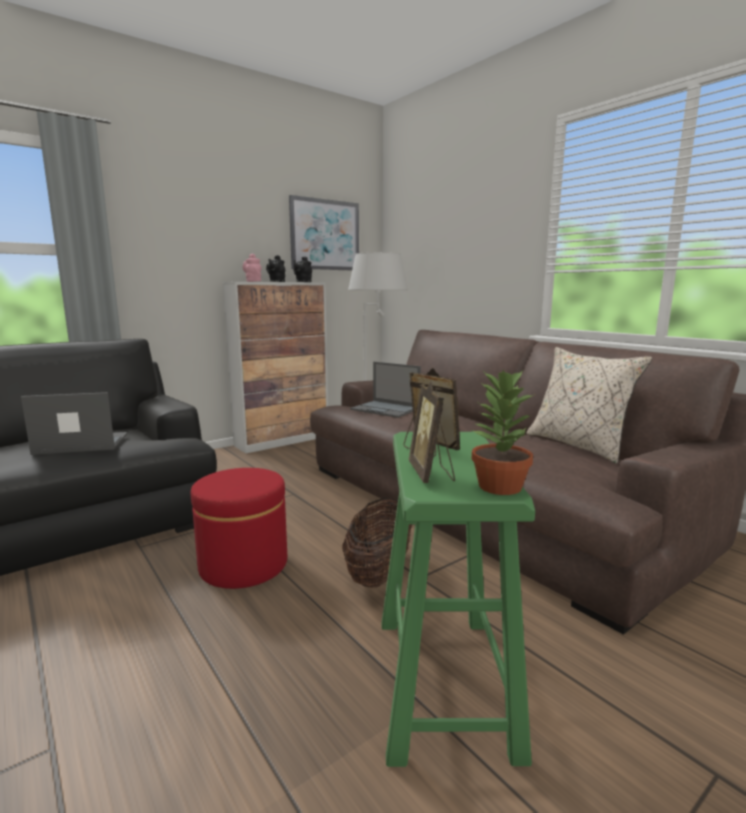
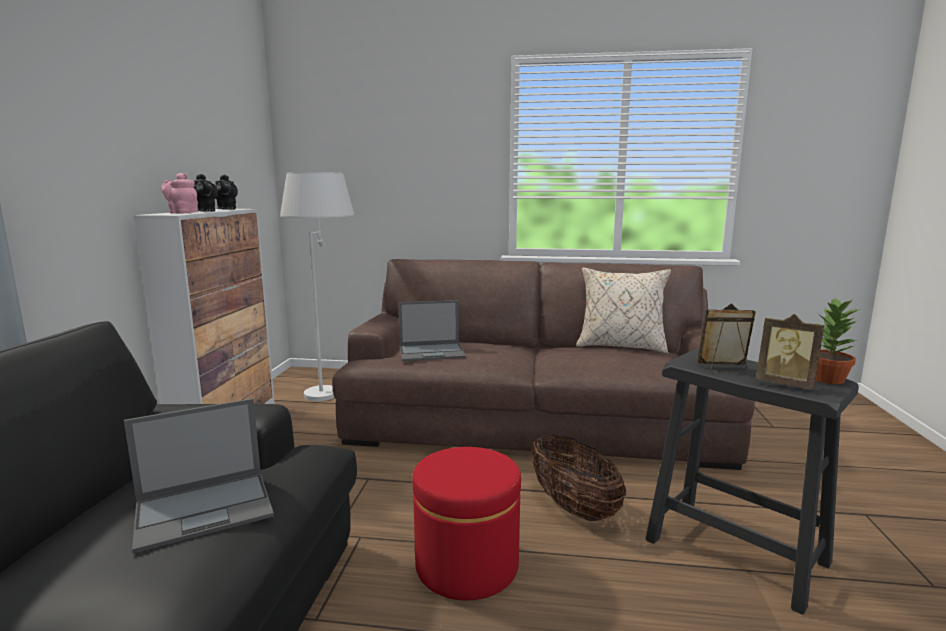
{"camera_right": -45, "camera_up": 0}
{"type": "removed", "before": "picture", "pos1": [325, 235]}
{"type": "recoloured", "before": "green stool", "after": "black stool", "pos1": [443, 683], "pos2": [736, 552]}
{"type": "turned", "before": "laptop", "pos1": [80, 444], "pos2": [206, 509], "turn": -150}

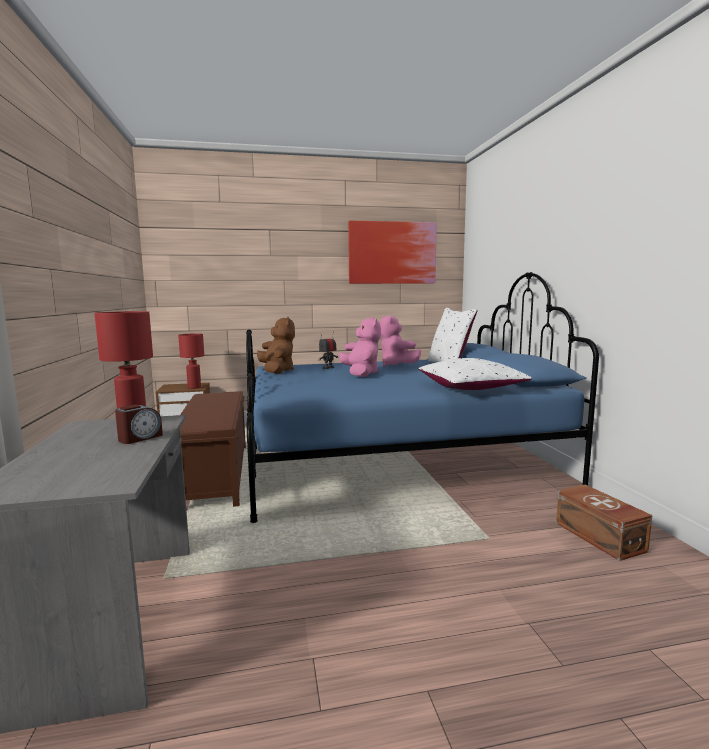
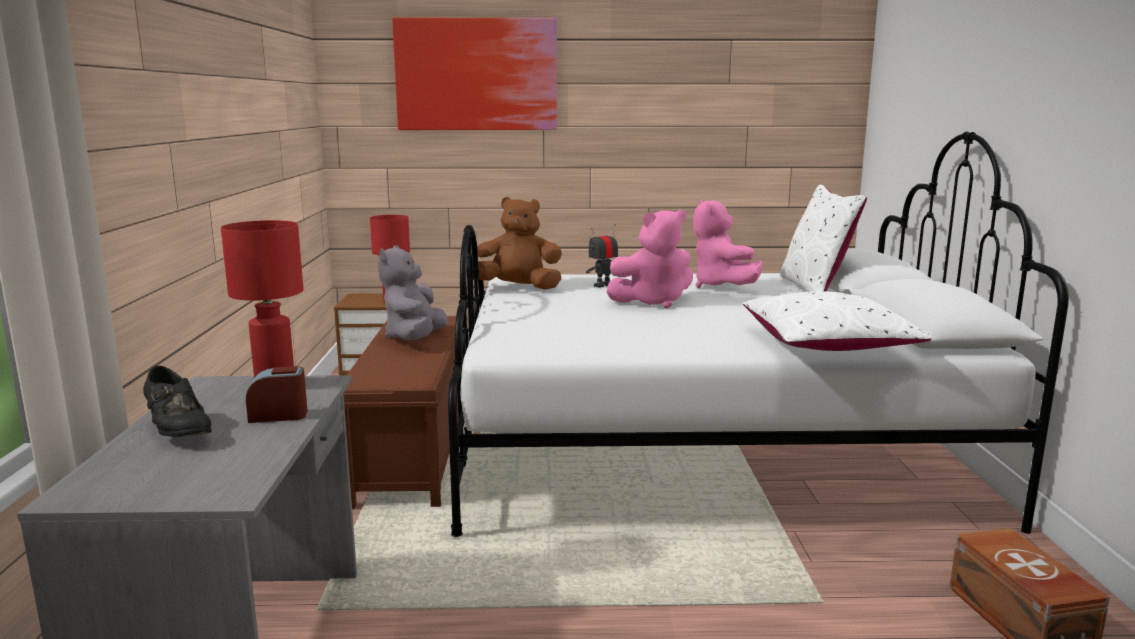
{"camera_right": 10, "camera_up": 5}
{"type": "added", "after": "black shoe", "pos2": [178, 432]}
{"type": "added", "after": "grey plush toy", "pos2": [415, 338]}
{"type": "moved", "before": "picture", "pos1": [392, 253], "pos2": [476, 75]}
{"type": "recoloured", "before": "blue bed", "after": "white bed", "pos1": [395, 460], "pos2": [704, 448]}
{"type": "turned", "before": "alarm clock", "pos1": [140, 438], "pos2": [279, 415], "turn": -150}
{"type": "turned", "before": "brown plush toy", "pos1": [277, 371], "pos2": [518, 288], "turn": -75}
{"type": "turned", "before": "pink plush toy", "pos1": [361, 374], "pos2": [653, 302], "turn": 75}

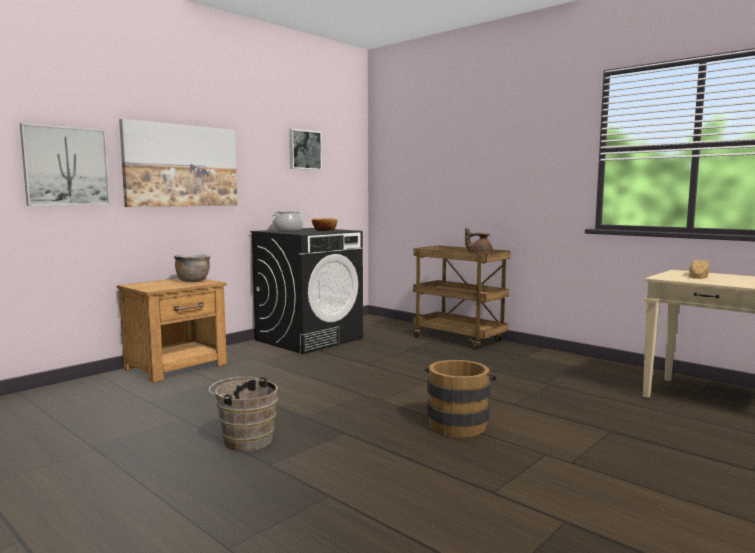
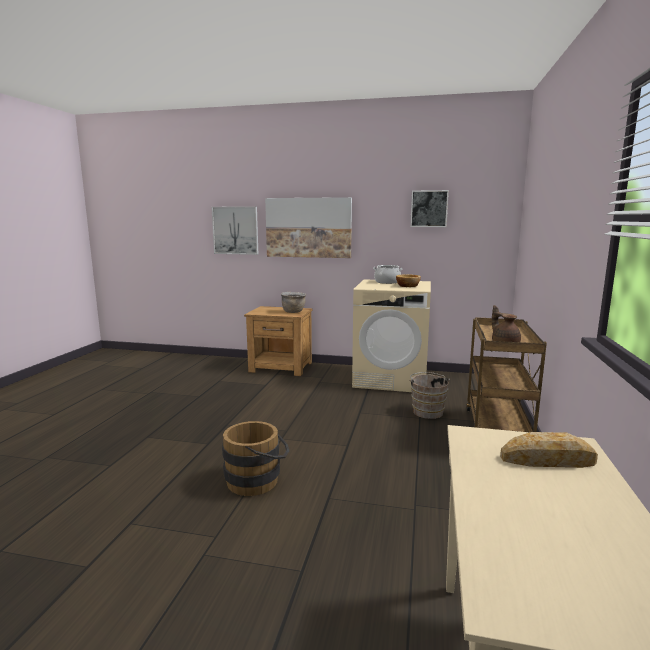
{"camera_right": 60, "camera_up": 5}
{"type": "moved", "before": "brown bucket", "pos1": [245, 440], "pos2": [427, 411]}
{"type": "recoloured", "before": "black washing machine", "after": "beige washing machine", "pos1": [309, 339], "pos2": [391, 379]}

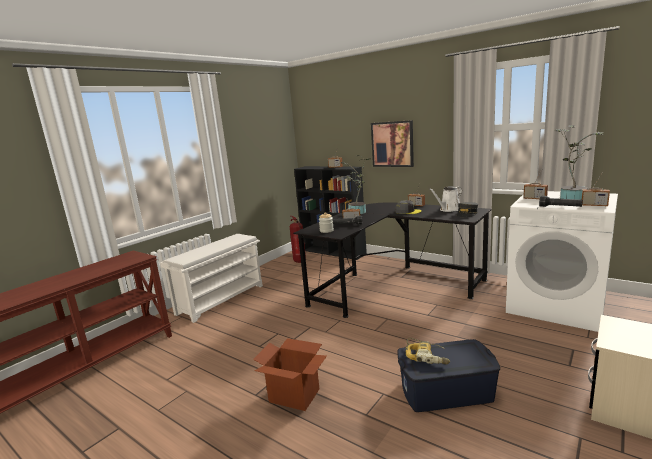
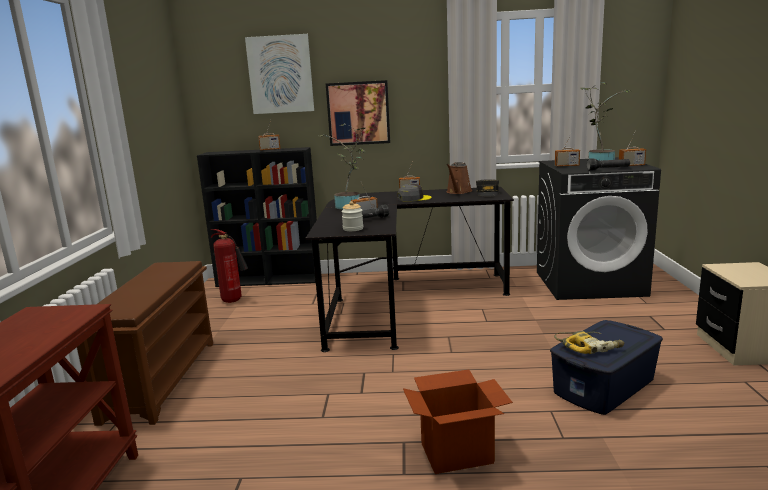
{"camera_right": -35, "camera_up": 0}
{"type": "added", "after": "picture", "pos2": [280, 74]}
{"type": "recoloured", "before": "white shoe rack", "after": "brown shoe rack", "pos1": [221, 299], "pos2": [161, 378]}
{"type": "recoloured", "before": "white watering can", "after": "brown watering can", "pos1": [448, 210], "pos2": [458, 192]}
{"type": "recoloured", "before": "white washing machine", "after": "black washing machine", "pos1": [557, 305], "pos2": [589, 283]}

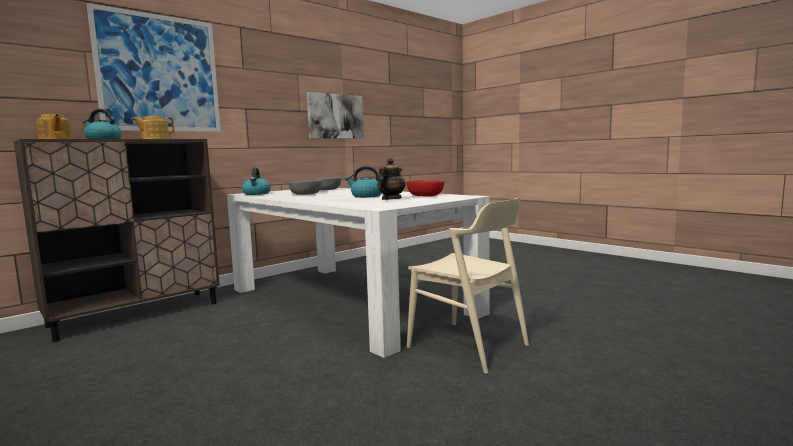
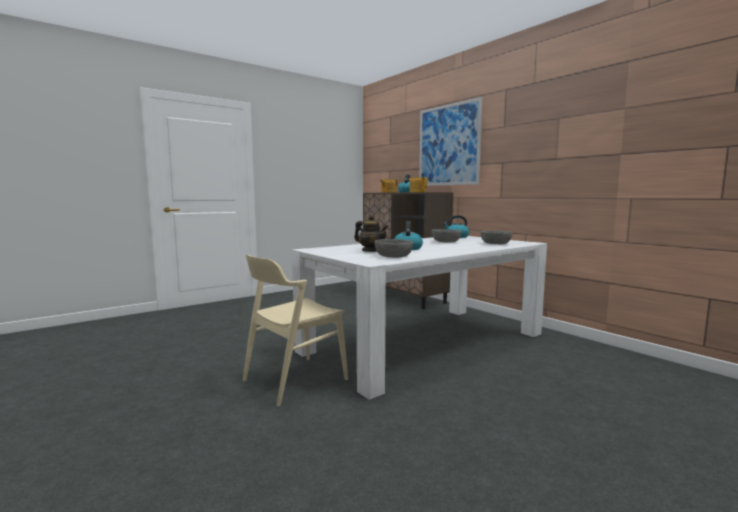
{"camera_right": 95, "camera_up": 0}
{"type": "removed", "before": "picture", "pos1": [335, 116]}
{"type": "recoloured", "before": "red bowl", "after": "grey bowl", "pos1": [425, 196], "pos2": [394, 256]}

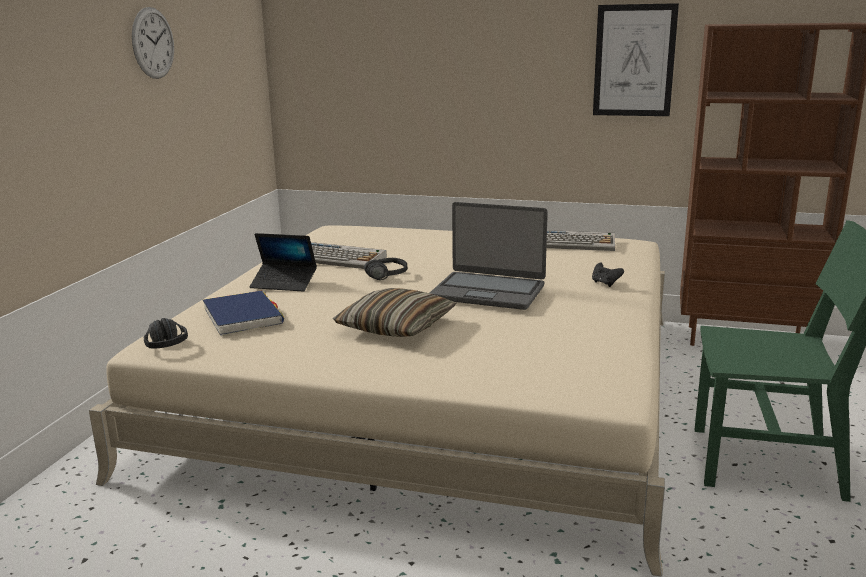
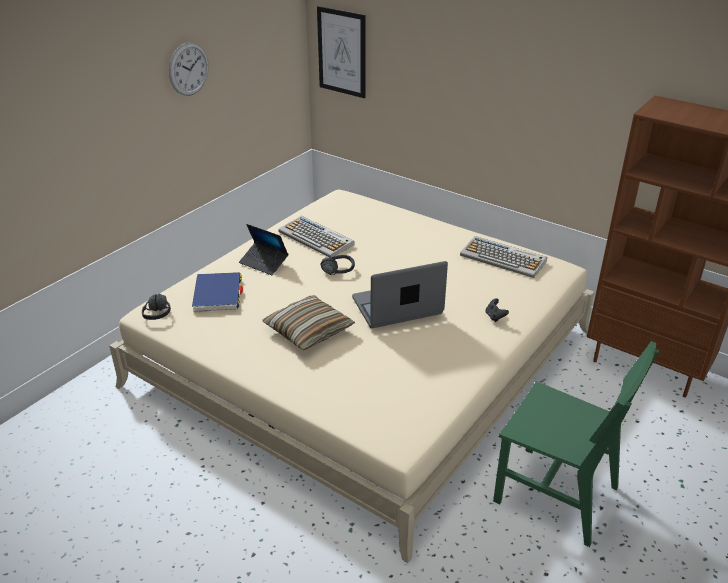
{"camera_right": 20, "camera_up": 15}
{"type": "moved", "before": "picture", "pos1": [634, 61], "pos2": [342, 52]}
{"type": "turned", "before": "laptop", "pos1": [488, 292], "pos2": [397, 307], "turn": 120}

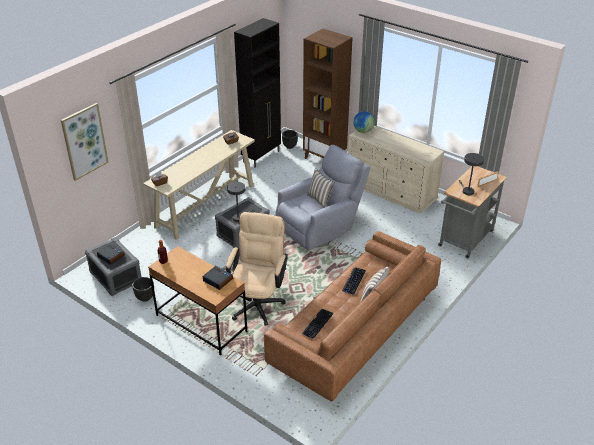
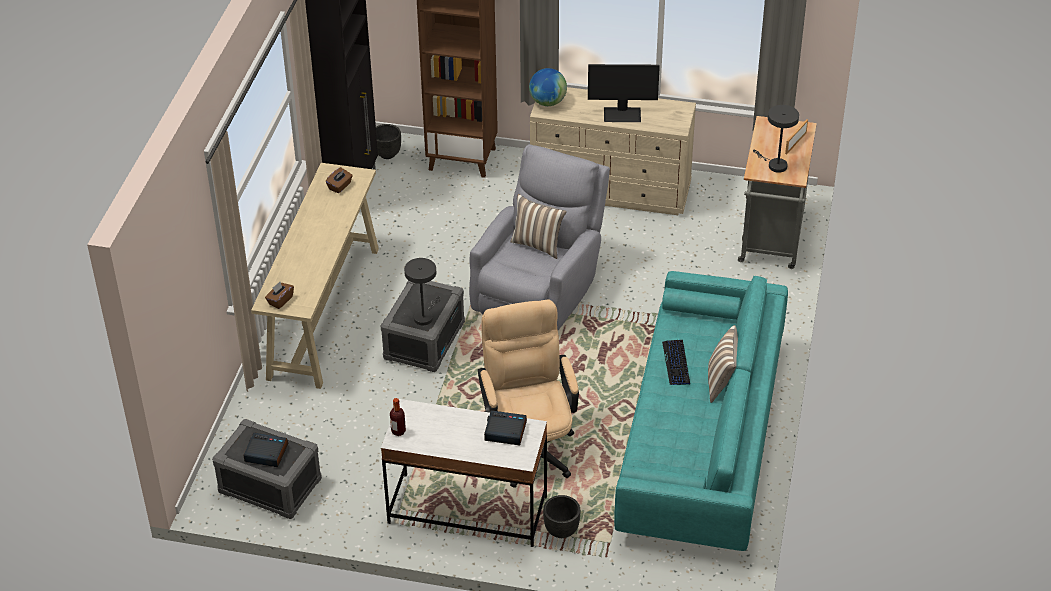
{"camera_right": -25, "camera_up": 5}
{"type": "removed", "before": "picture", "pos1": [84, 141]}
{"type": "removed", "before": "keyboard", "pos1": [317, 324]}
{"type": "added", "after": "monitor", "pos2": [622, 114]}
{"type": "moved", "before": "black planter", "pos1": [145, 297], "pos2": [561, 531]}
{"type": "recoloured", "before": "brown desk", "after": "white desk", "pos1": [201, 323], "pos2": [467, 510]}
{"type": "recoloured", "before": "brown sofa", "after": "turquoise sofa", "pos1": [354, 330], "pos2": [700, 438]}

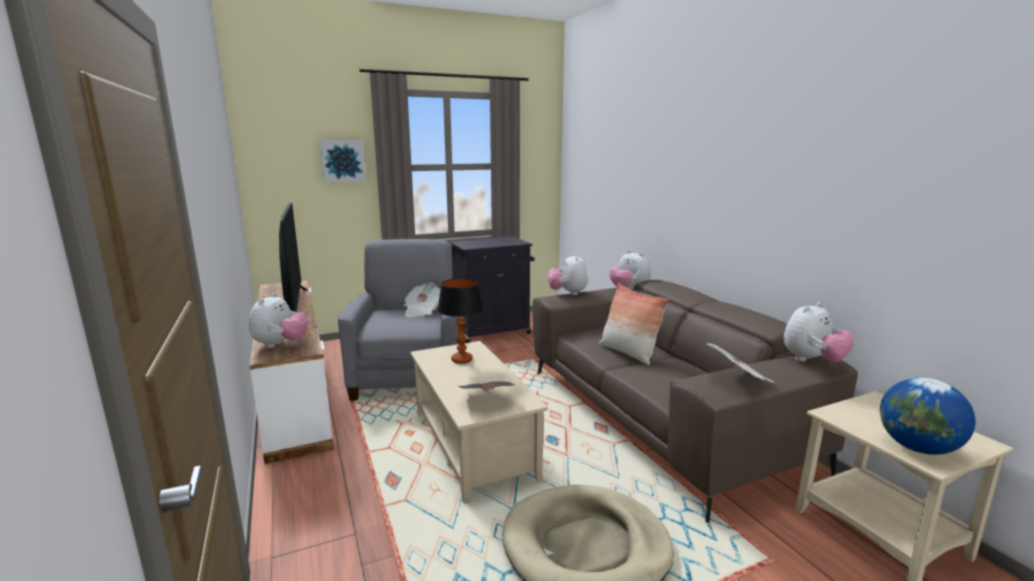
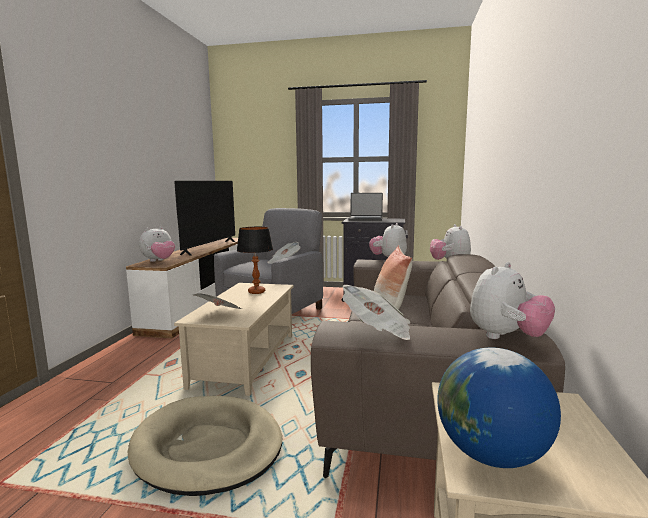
{"camera_right": 35, "camera_up": -5}
{"type": "removed", "before": "picture", "pos1": [343, 161]}
{"type": "added", "after": "laptop", "pos2": [365, 219]}
{"type": "turned", "before": "plush toy", "pos1": [812, 361], "pos2": [506, 337], "turn": -45}

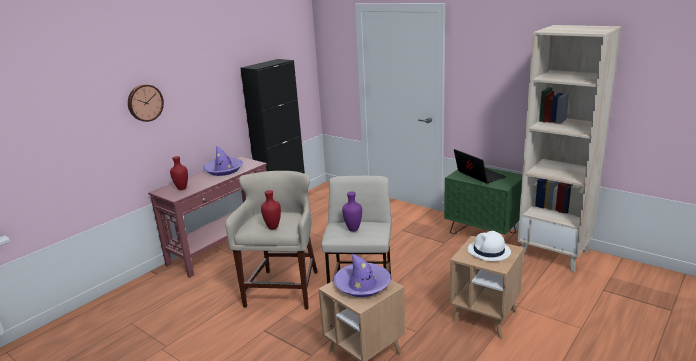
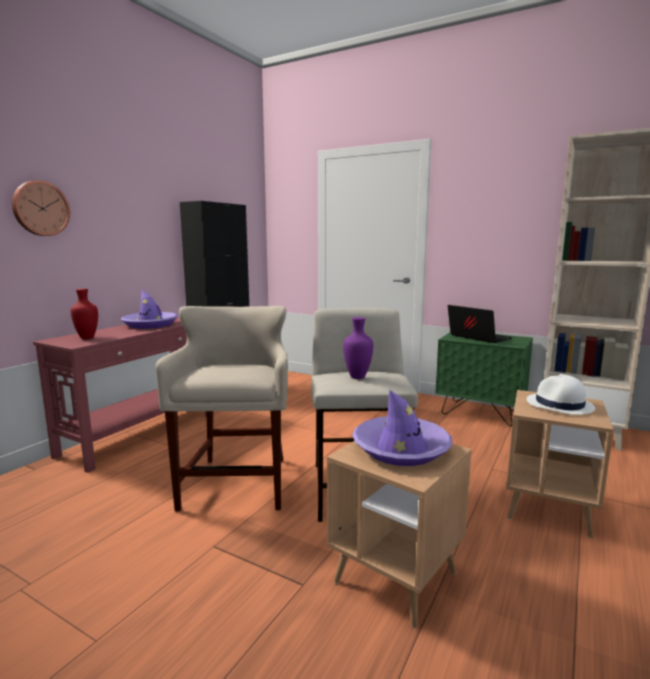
{"camera_right": -10, "camera_up": -10}
{"type": "removed", "before": "red vase", "pos1": [273, 227]}

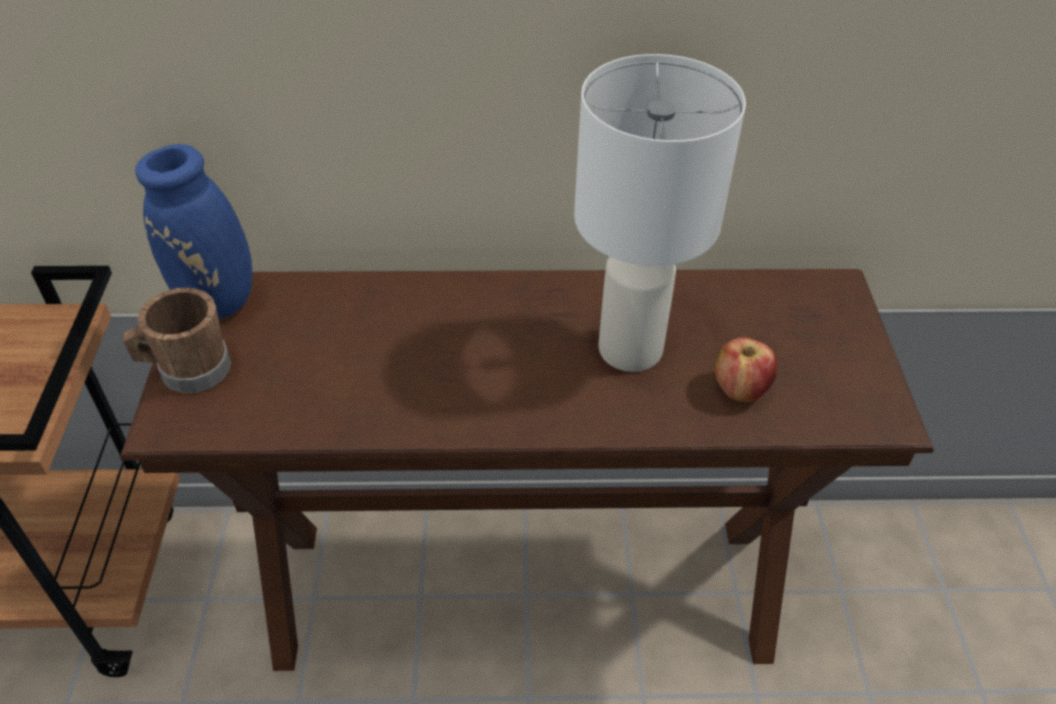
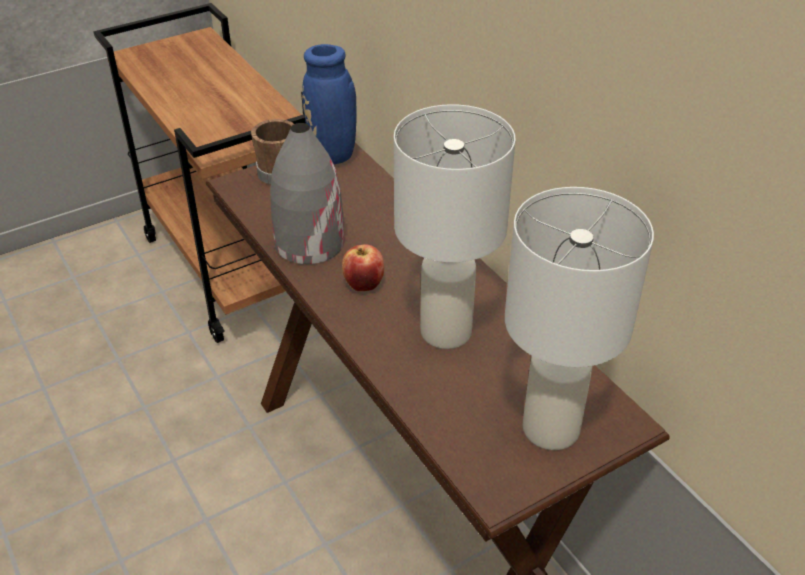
{"camera_right": 60, "camera_up": -5}
{"type": "added", "after": "grey vase", "pos2": [308, 243]}
{"type": "added", "after": "white table lamp", "pos2": [552, 428]}
{"type": "moved", "before": "apple", "pos1": [740, 390], "pos2": [364, 285]}

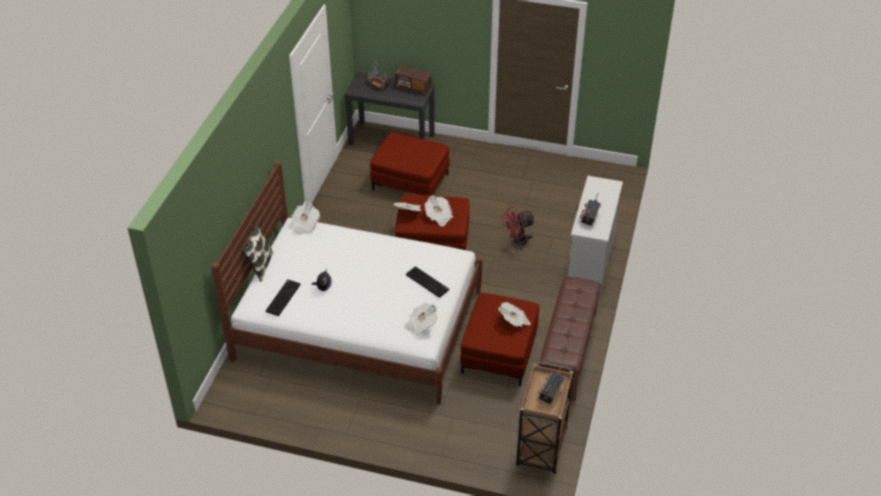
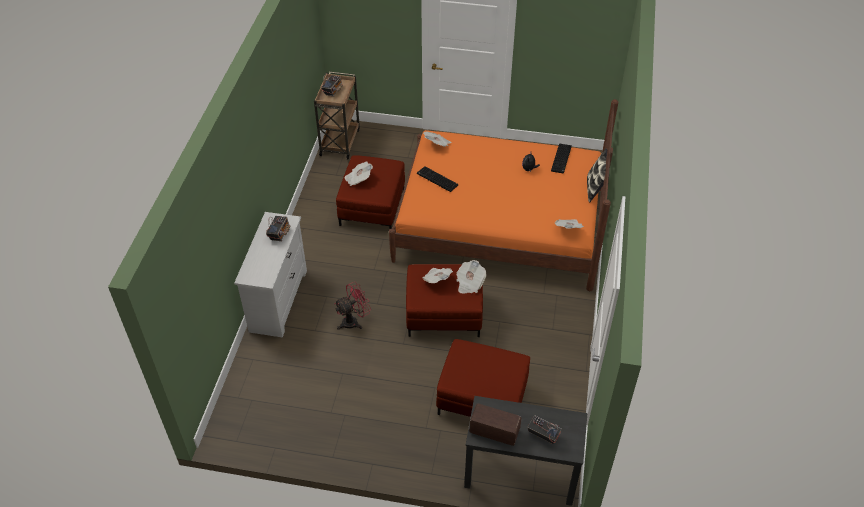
{"camera_right": 175, "camera_up": 5}
{"type": "removed", "before": "brown bench", "pos1": [568, 352]}
{"type": "recoloured", "before": "white bed", "after": "orange bed", "pos1": [359, 324], "pos2": [499, 224]}

